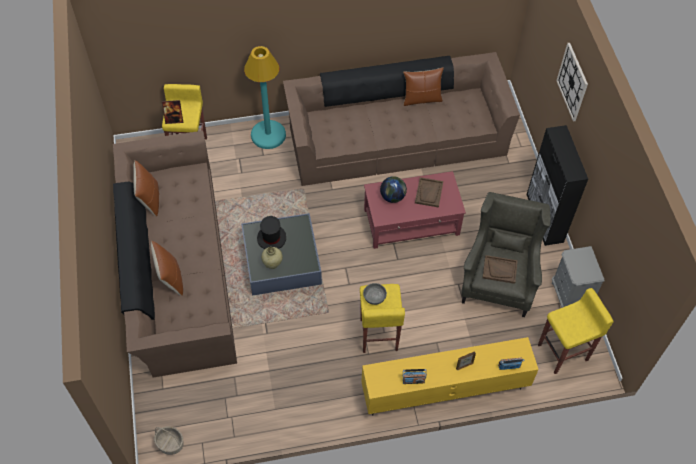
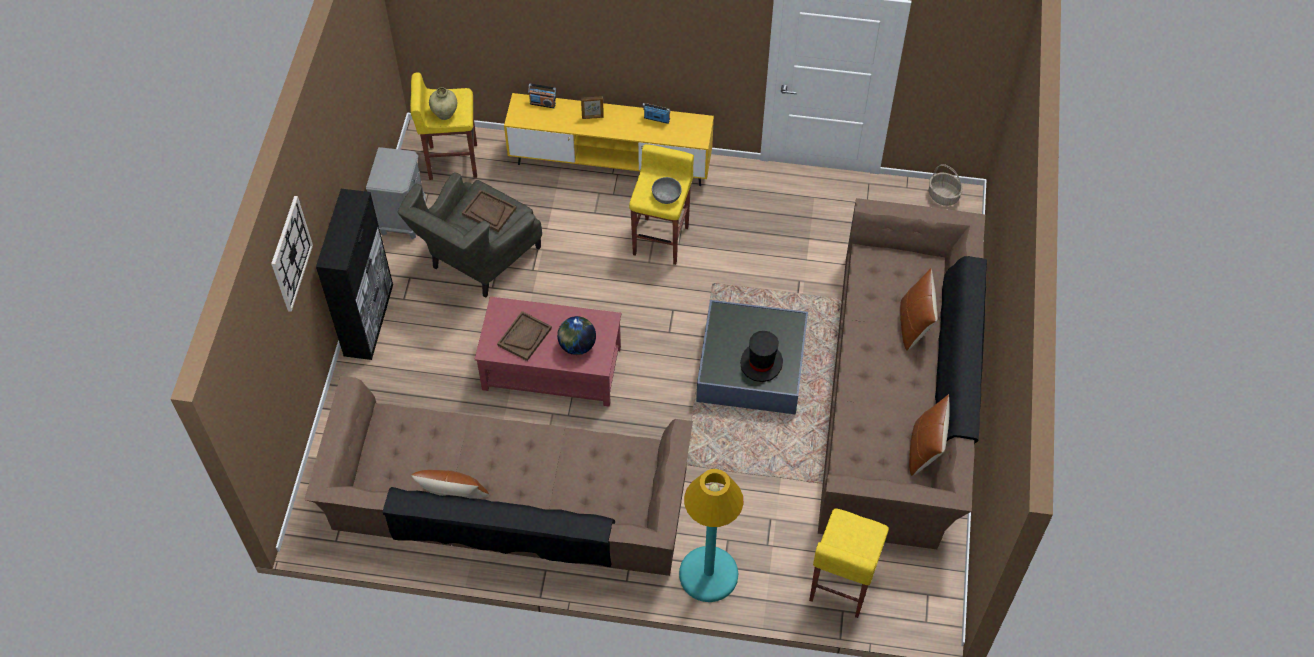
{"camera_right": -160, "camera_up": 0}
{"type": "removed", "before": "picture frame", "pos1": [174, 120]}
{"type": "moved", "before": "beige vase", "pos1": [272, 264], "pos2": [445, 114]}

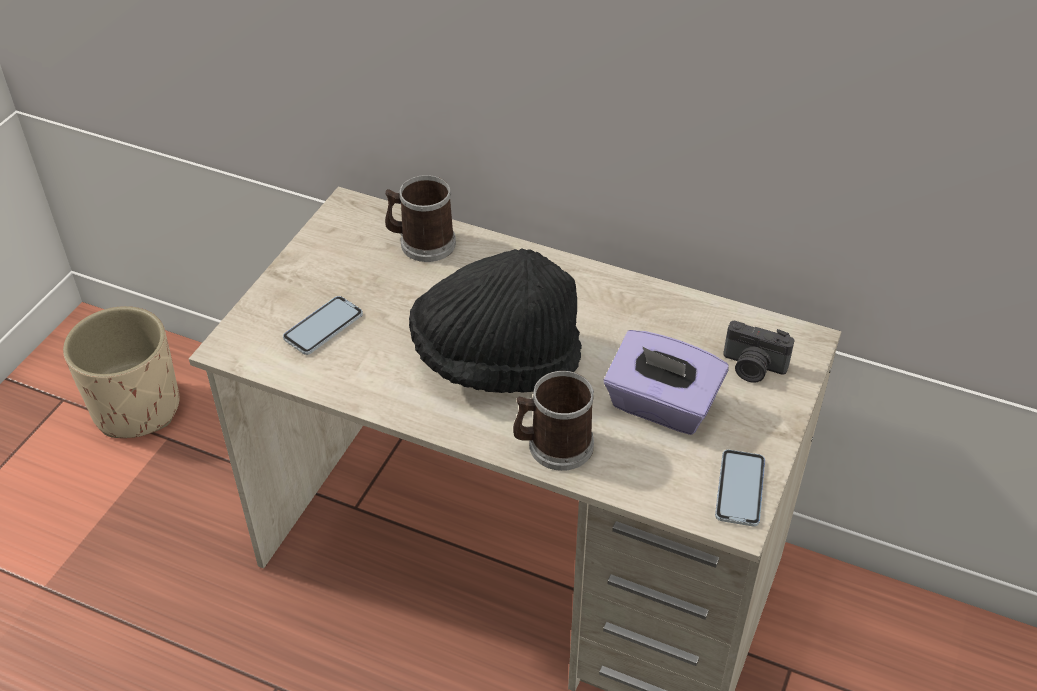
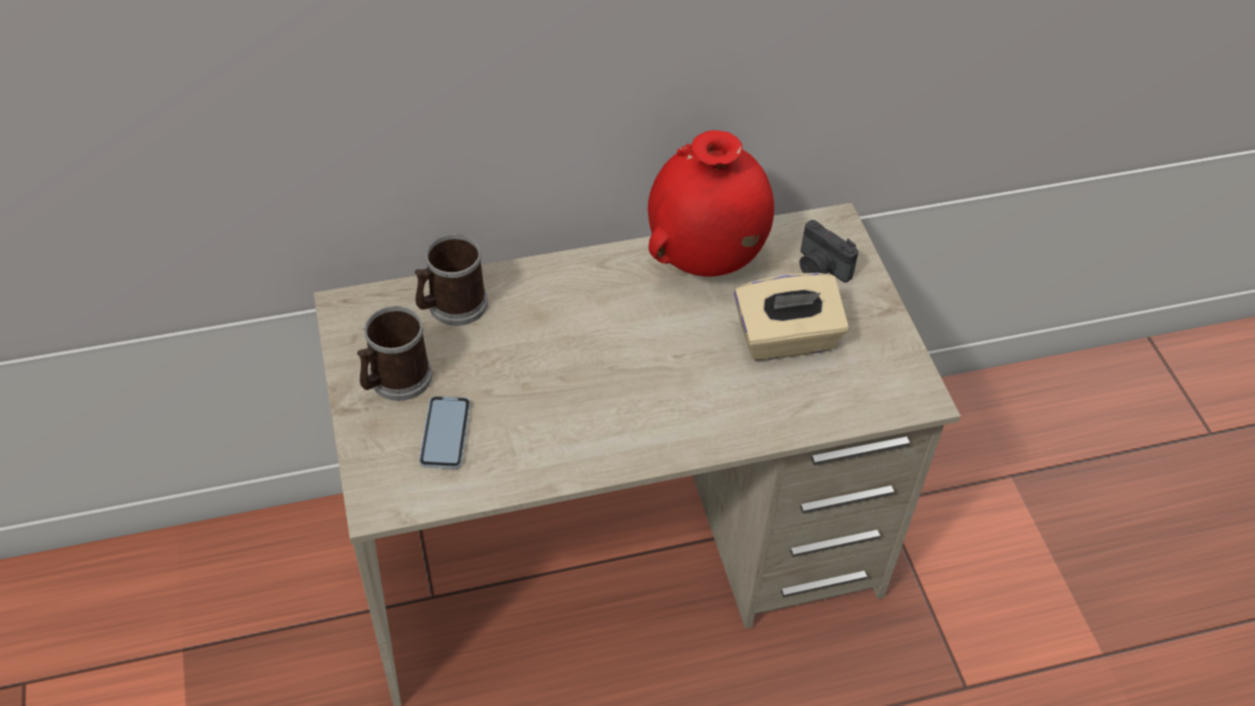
{"camera_right": -40, "camera_up": 5}
{"type": "removed", "before": "beige planter", "pos1": [136, 408]}
{"type": "removed", "before": "black hat", "pos1": [496, 359]}
{"type": "removed", "before": "phone", "pos1": [740, 489]}
{"type": "added", "after": "red vase", "pos2": [705, 259]}
{"type": "moved", "before": "mug", "pos1": [553, 446], "pos2": [395, 380]}
{"type": "recoloured", "before": "purple tissue box", "after": "beige tissue box", "pos1": [661, 406], "pos2": [786, 339]}
{"type": "turned", "before": "photo camera", "pos1": [752, 368], "pos2": [820, 268], "turn": 60}

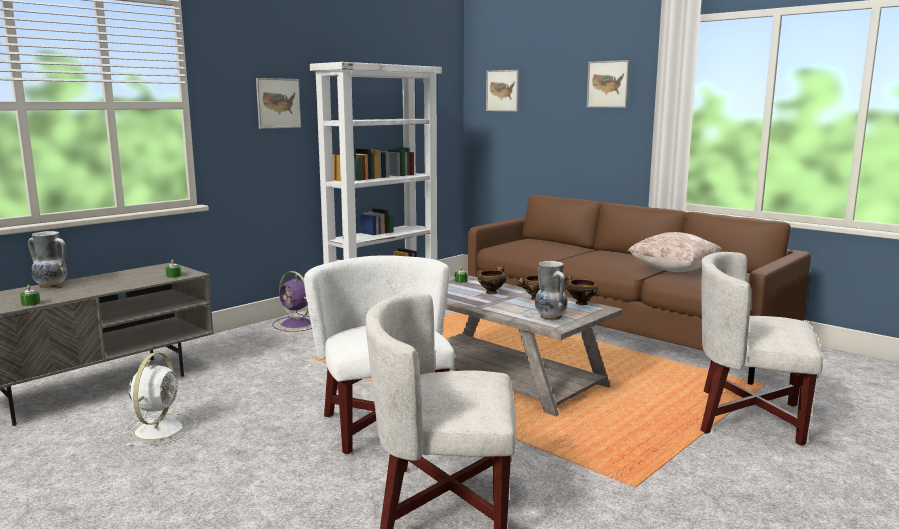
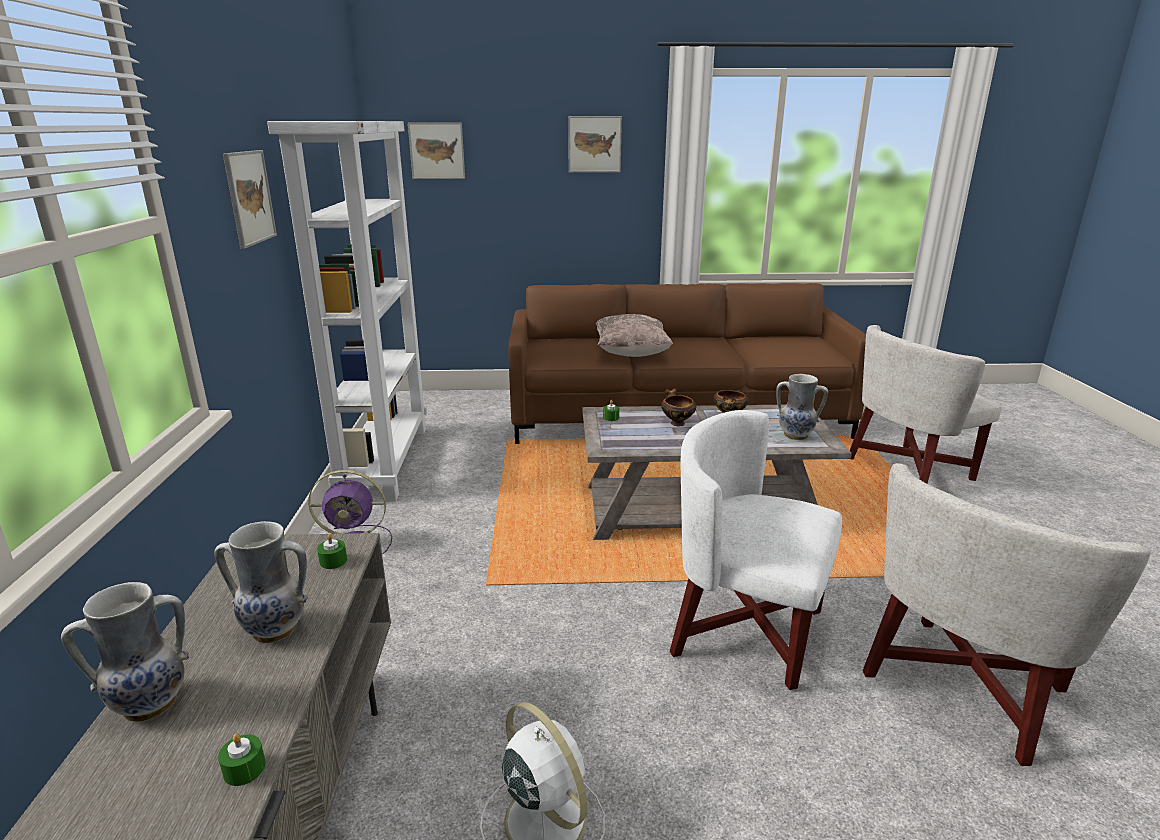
{"camera_right": -45, "camera_up": 10}
{"type": "removed", "before": "bowl", "pos1": [580, 303]}
{"type": "added", "after": "vase", "pos2": [275, 628]}
{"type": "moved", "before": "beige pillow", "pos1": [674, 269], "pos2": [631, 353]}

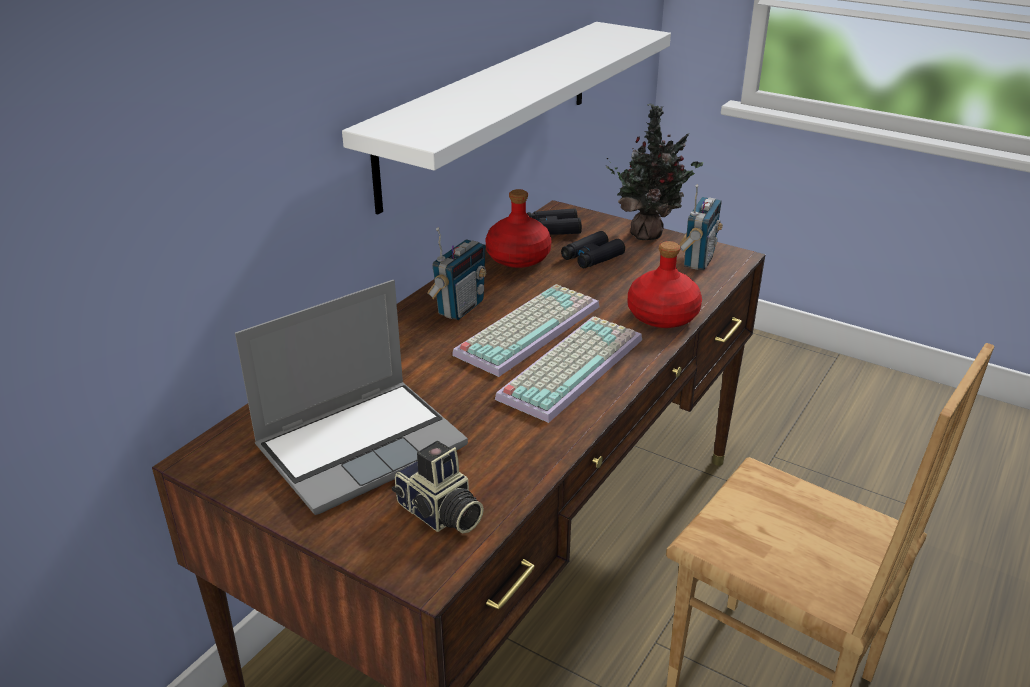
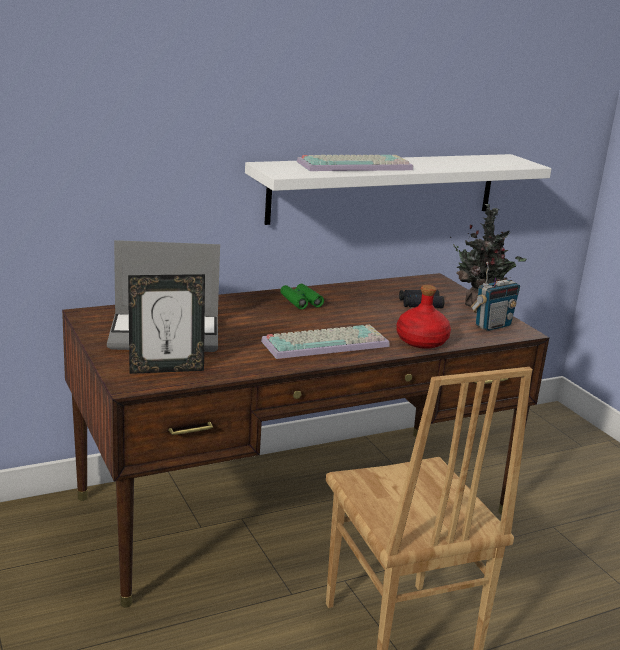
{"camera_right": 30, "camera_up": -10}
{"type": "removed", "before": "red bottle", "pos1": [519, 258]}
{"type": "removed", "before": "black binoculars", "pos1": [553, 229]}
{"type": "moved", "before": "keyboard", "pos1": [527, 328], "pos2": [355, 165]}
{"type": "replaced", "before": "photo camera", "after": "picture frame", "pos1": [439, 514], "pos2": [166, 369]}
{"type": "replaced", "before": "radio", "after": "green binoculars", "pos1": [460, 308], "pos2": [301, 301]}

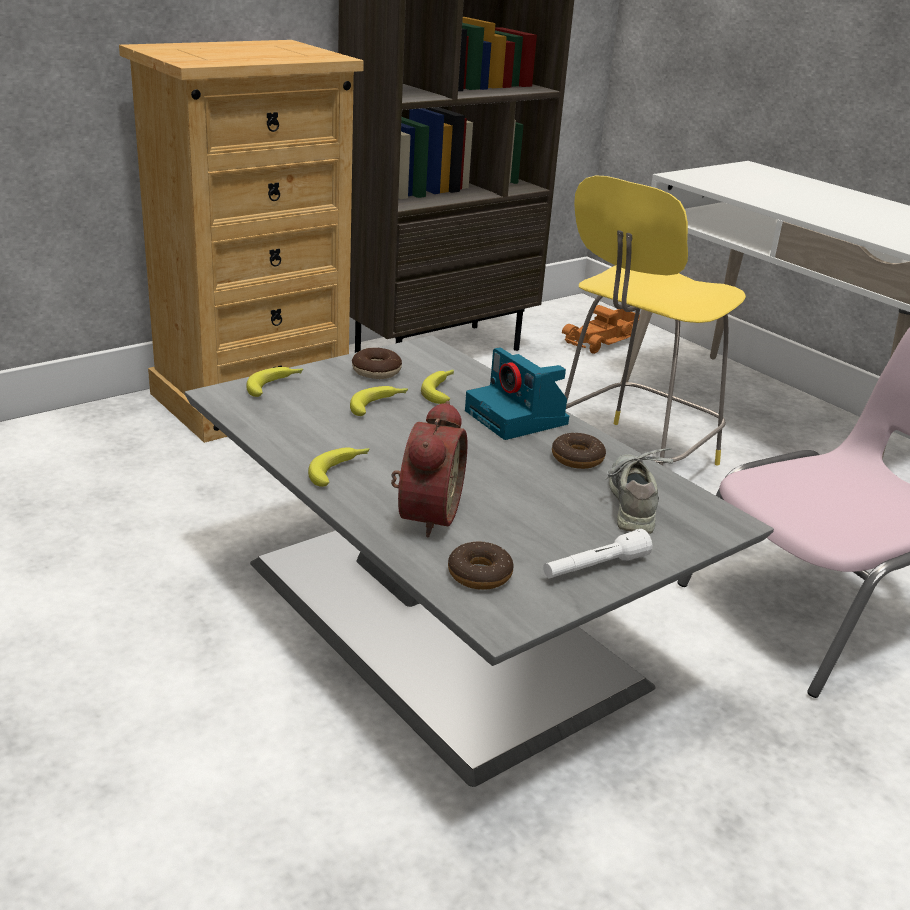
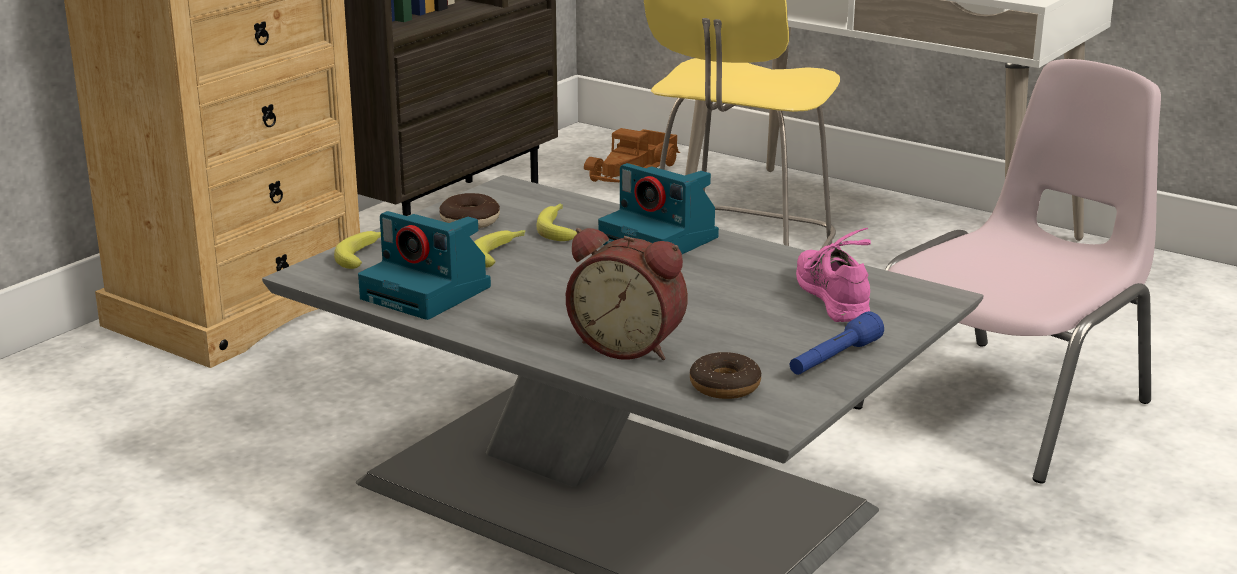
{"camera_right": -15, "camera_up": -5}
{"type": "removed", "before": "banana", "pos1": [340, 471]}
{"type": "removed", "before": "donut", "pos1": [577, 458]}
{"type": "added", "after": "photo camera", "pos2": [429, 293]}
{"type": "recoloured", "before": "white flashlight", "after": "blue flashlight", "pos1": [595, 567], "pos2": [834, 359]}
{"type": "recoloured", "before": "grey shoe", "after": "pink shoe", "pos1": [633, 501], "pos2": [832, 295]}
{"type": "turned", "before": "alarm clock", "pos1": [424, 515], "pos2": [629, 346], "turn": 120}

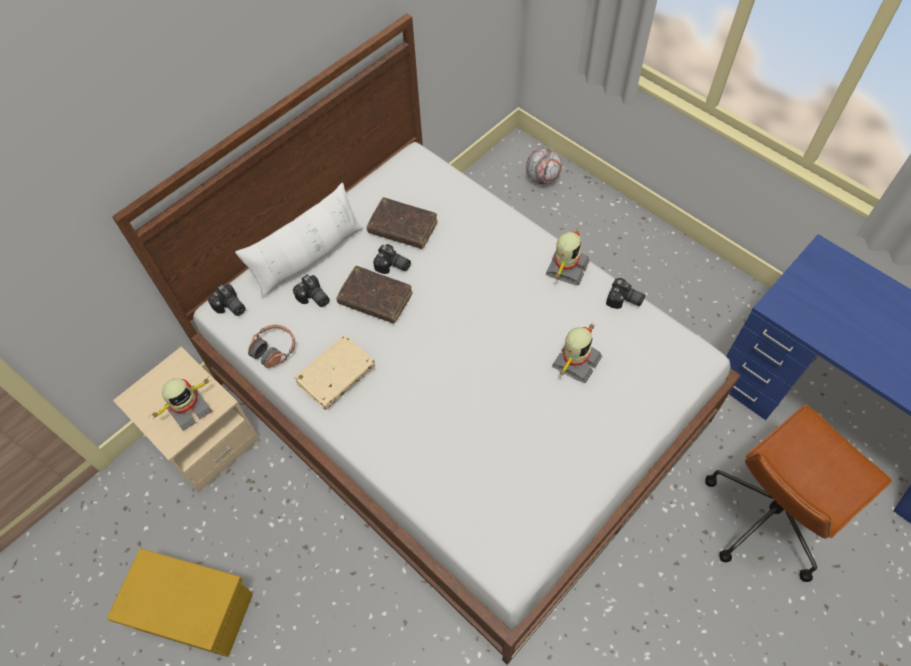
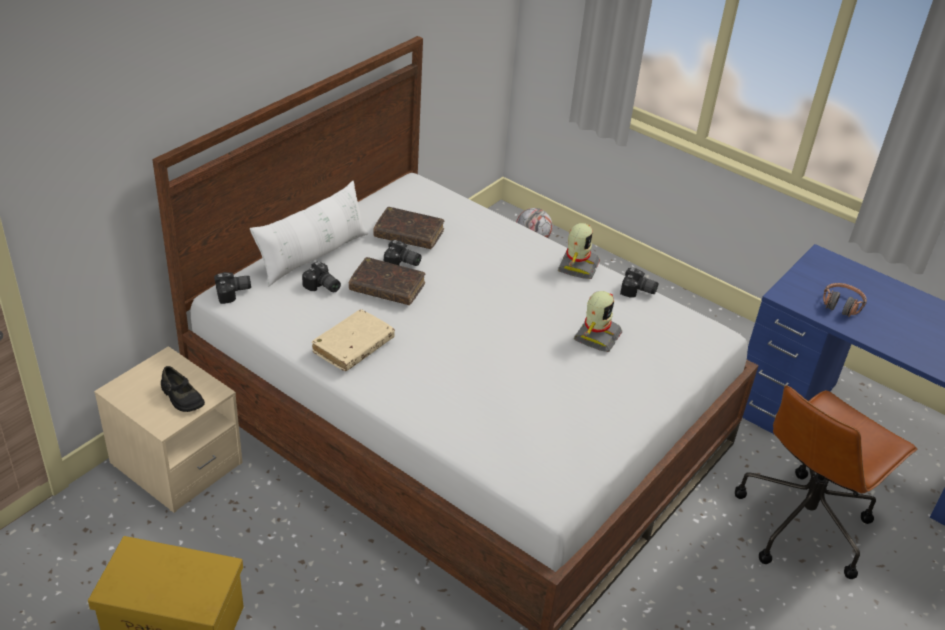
{"camera_right": -10, "camera_up": -20}
{"type": "moved", "before": "headphones", "pos1": [274, 349], "pos2": [841, 305]}
{"type": "replaced", "before": "toy robot", "after": "black shoe", "pos1": [188, 408], "pos2": [181, 397]}
{"type": "turned", "before": "photo camera", "pos1": [230, 307], "pos2": [234, 293], "turn": -60}

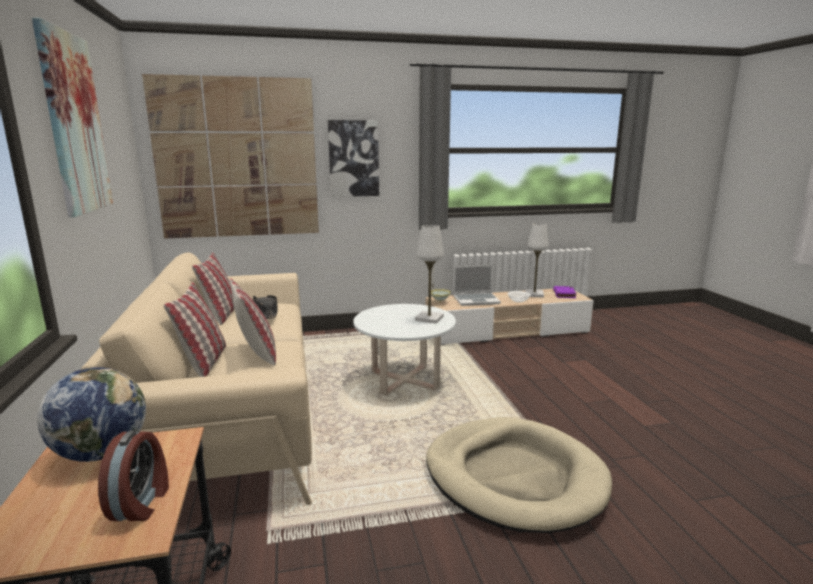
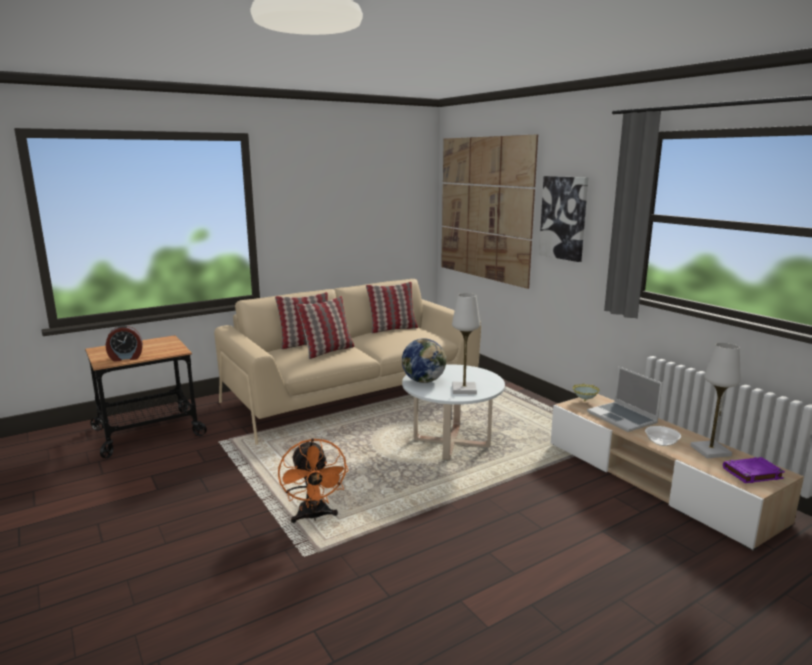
{"camera_right": 70, "camera_up": 0}
{"type": "removed", "before": "picture", "pos1": [74, 124]}
{"type": "removed", "before": "black hat", "pos1": [266, 312]}
{"type": "moved", "before": "globe", "pos1": [102, 452], "pos2": [424, 381]}
{"type": "replaced", "before": "beige dog bed", "after": "orange fan", "pos1": [514, 477], "pos2": [314, 516]}

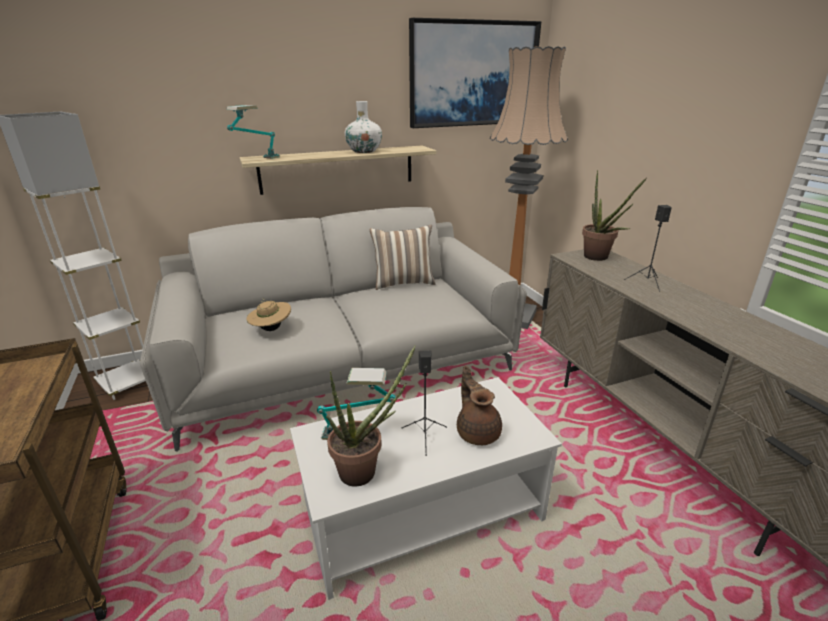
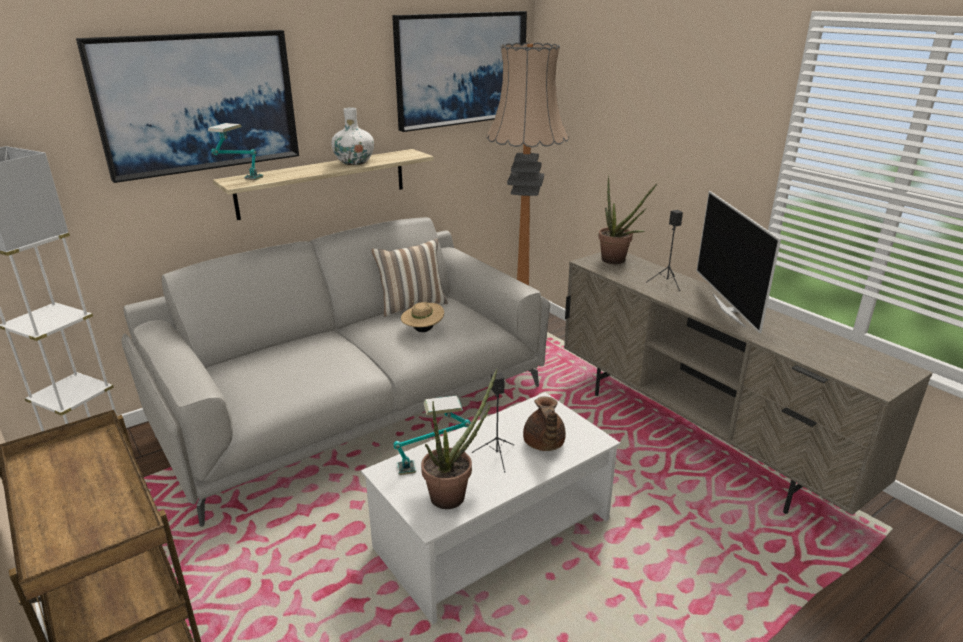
{"camera_right": -15, "camera_up": 0}
{"type": "added", "after": "picture", "pos2": [198, 102]}
{"type": "added", "after": "television", "pos2": [729, 310]}
{"type": "moved", "before": "beige hat", "pos1": [271, 329], "pos2": [423, 330]}
{"type": "turned", "before": "brown teapot", "pos1": [477, 431], "pos2": [543, 444], "turn": -150}

